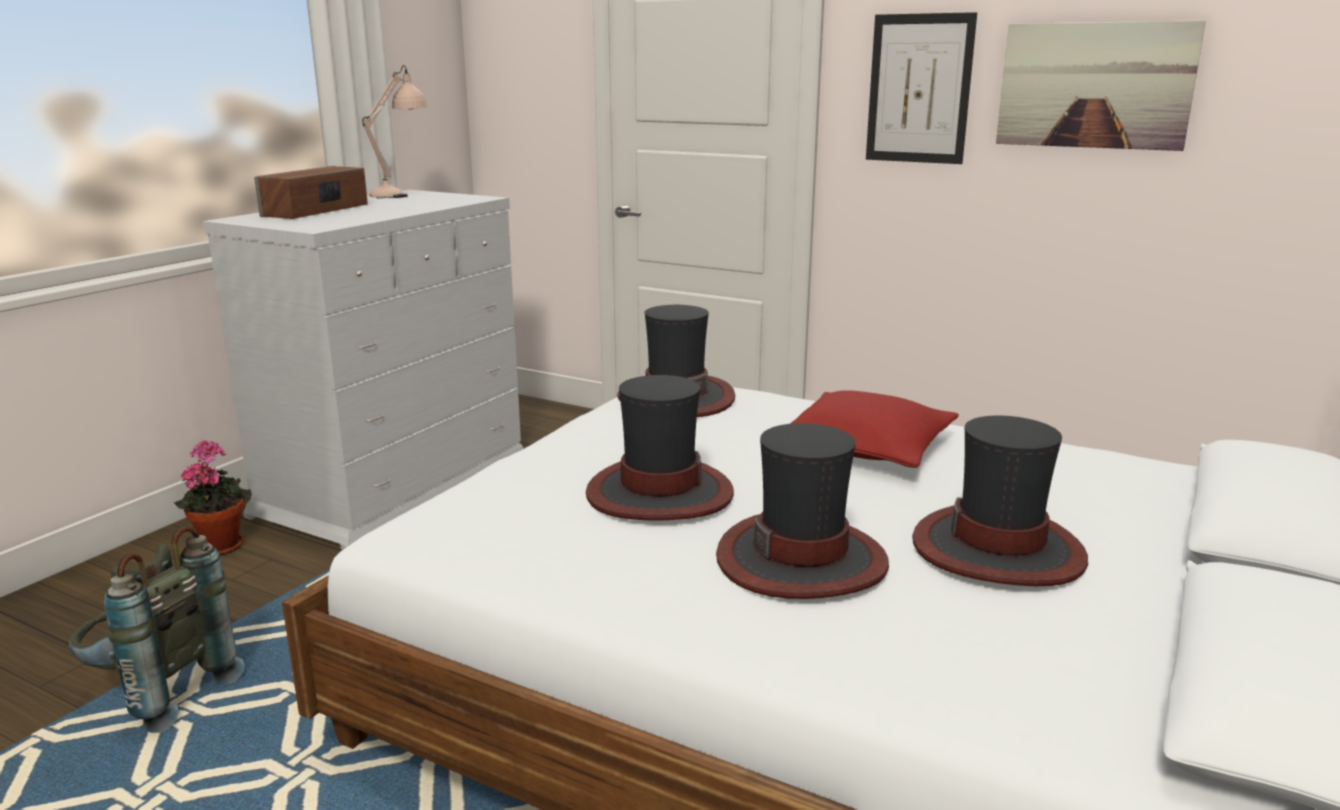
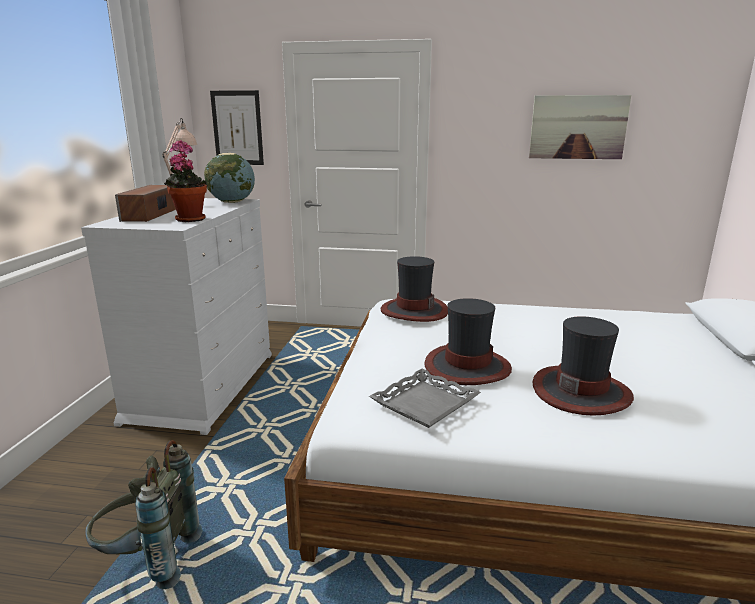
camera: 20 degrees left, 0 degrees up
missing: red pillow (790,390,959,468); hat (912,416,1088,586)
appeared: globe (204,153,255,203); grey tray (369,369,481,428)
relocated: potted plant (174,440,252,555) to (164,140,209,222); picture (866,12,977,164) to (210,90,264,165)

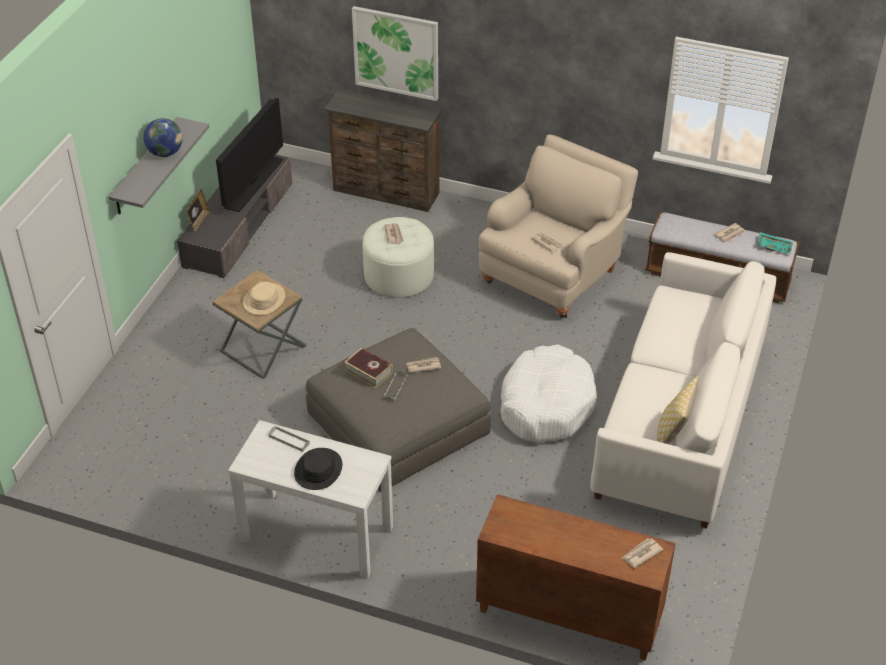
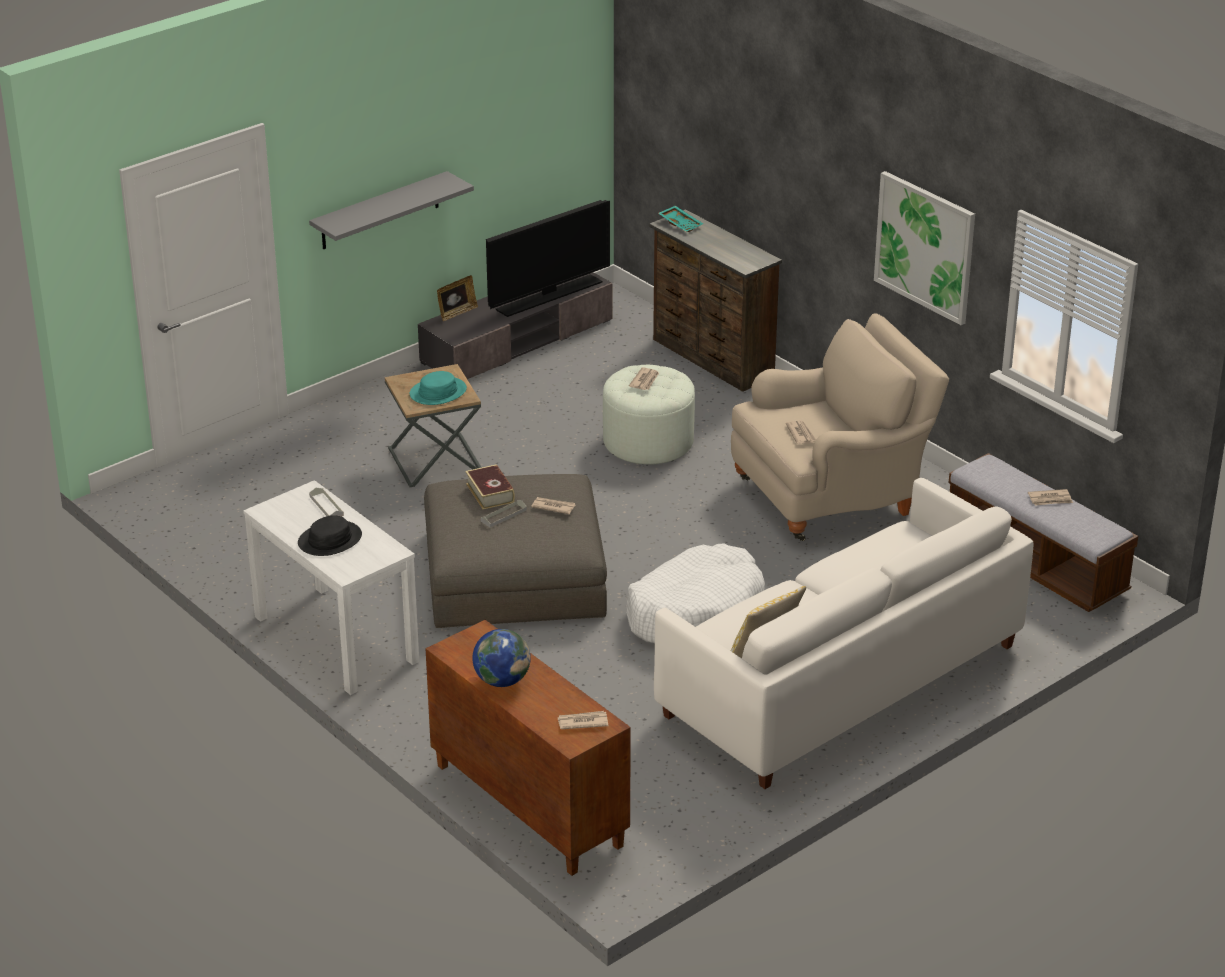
camera: 30 degrees right, 10 degrees down
relocated: globe (143,118,183,157) to (472,629,531,687); picture (352,6,438,101) to (874,171,975,325); turquoise tray (757,232,793,254) to (658,205,703,232)
colour: beige hat (243,282,285,315) to turquoise hat (410,371,467,405)

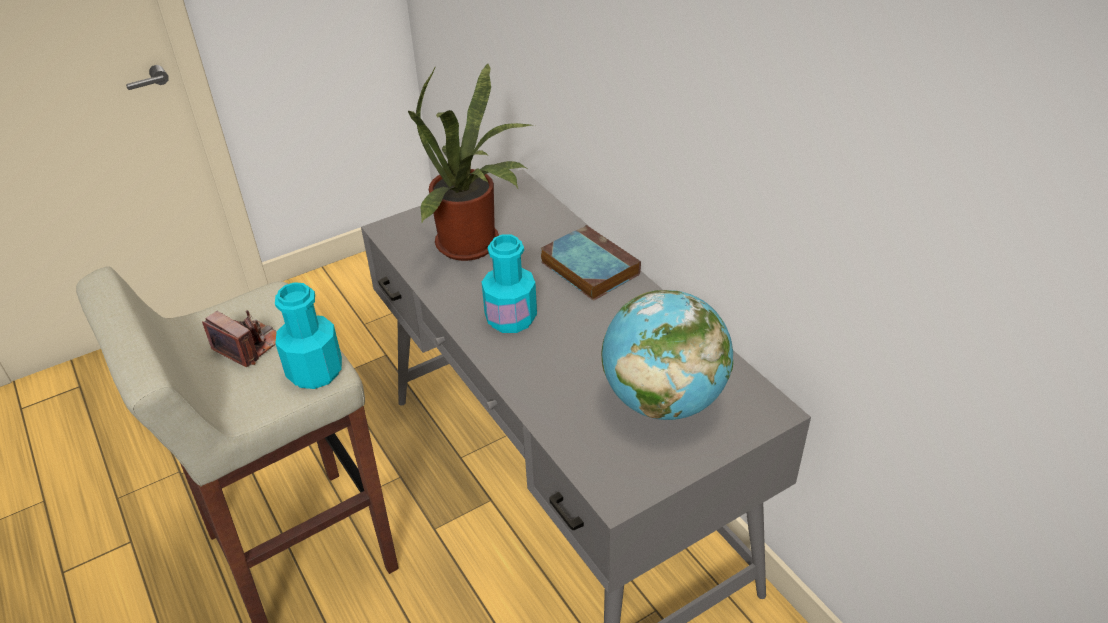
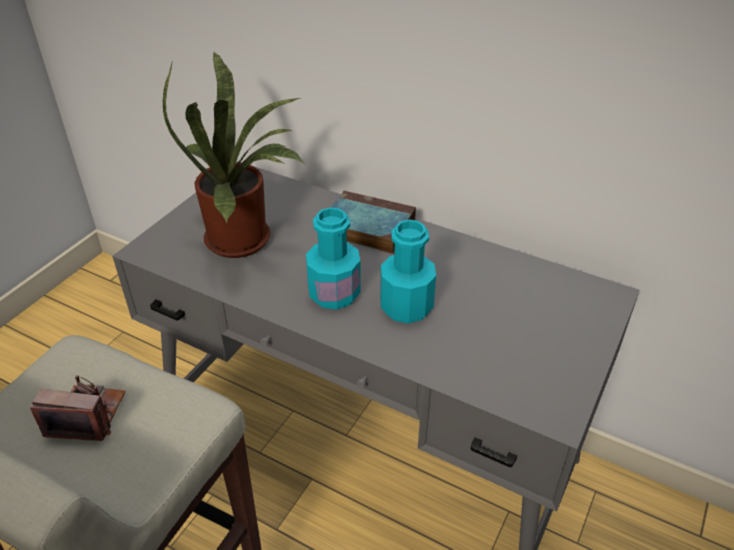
camera: 30 degrees left, 0 degrees up
missing: globe (602,290,733,420)
relocated: turquoise bottle (275,282,342,389) to (380,220,436,323)

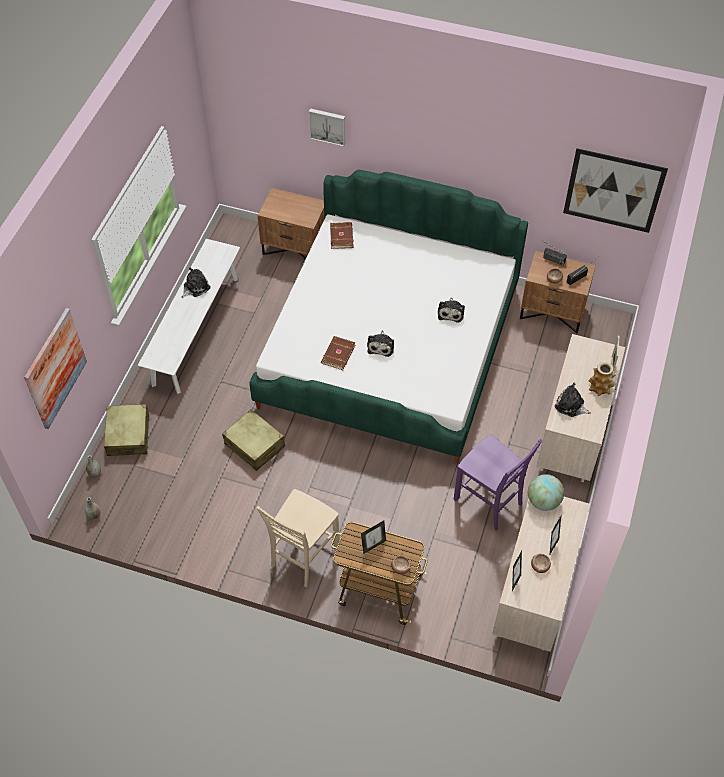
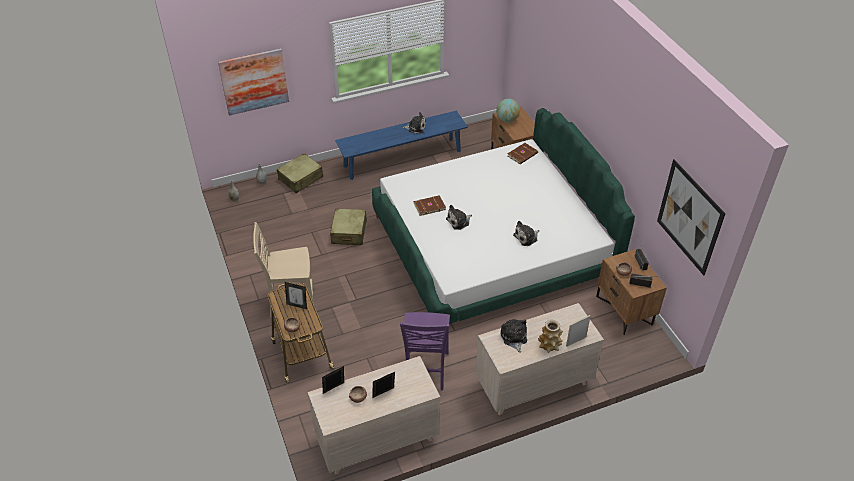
camera: 50 degrees right, 10 degrees down
missing: picture (309,108,345,147)
relocated: globe (528,474,564,511) to (496,99,520,122)
colour: white bench (138,239,240,394) to blue bench (335,111,468,180)

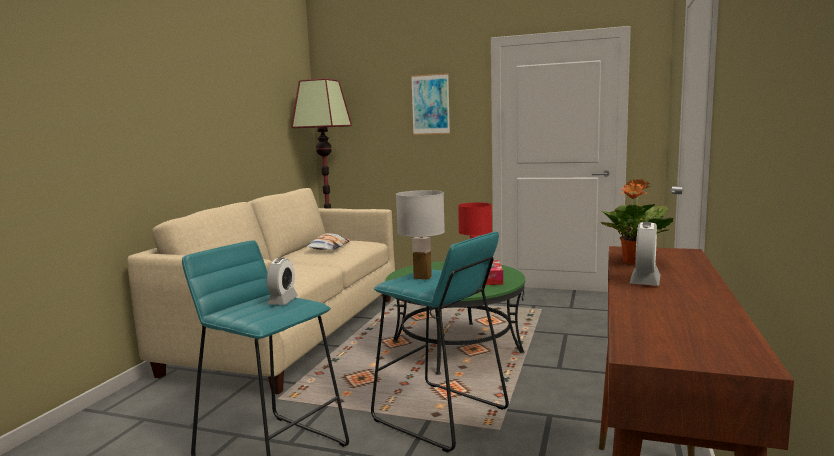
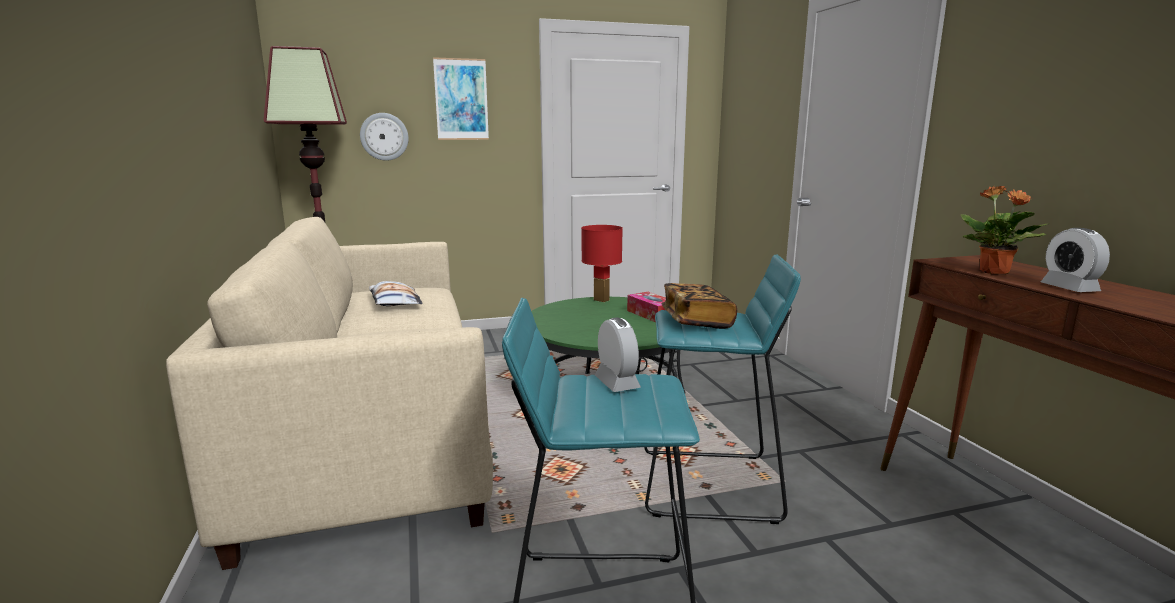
camera: 35 degrees left, 5 degrees up
appeared: wall clock (360,113,409,161)
exchanged: white table lamp (396,190,445,280) to book (662,283,737,329)

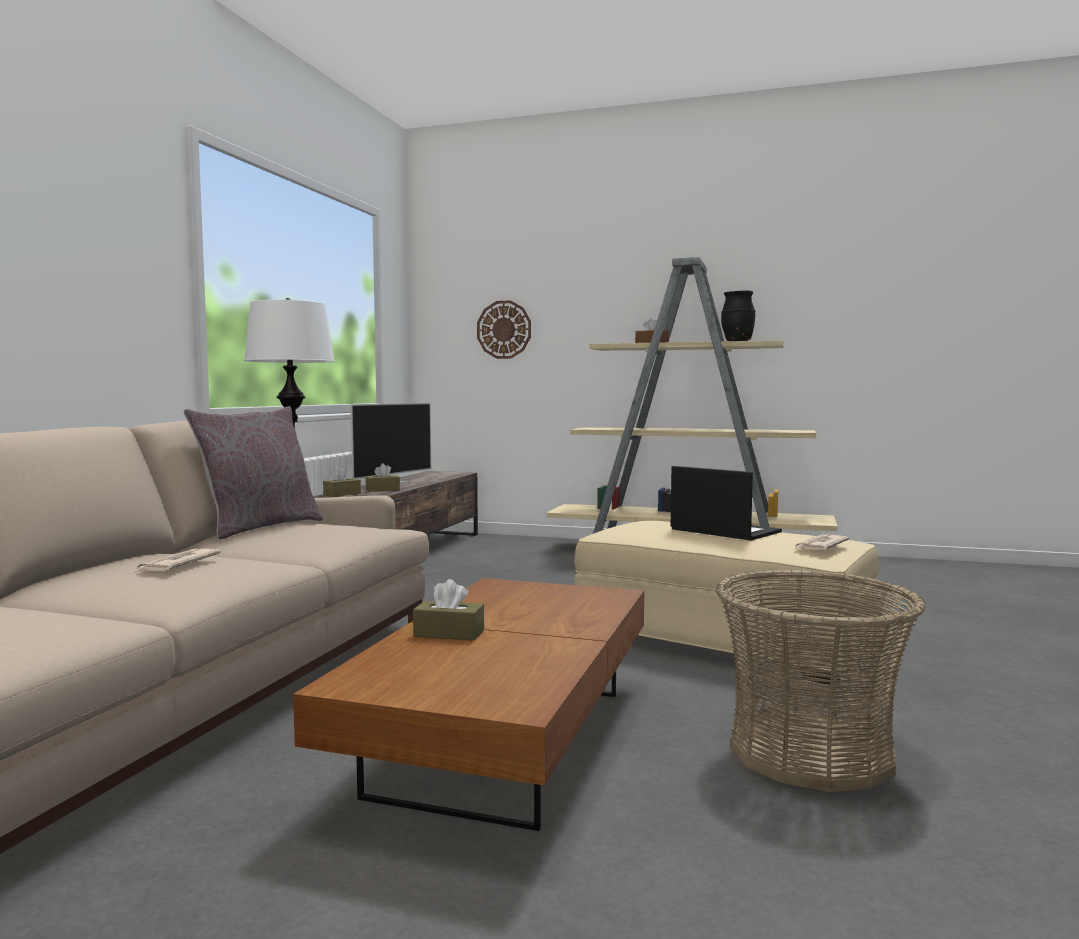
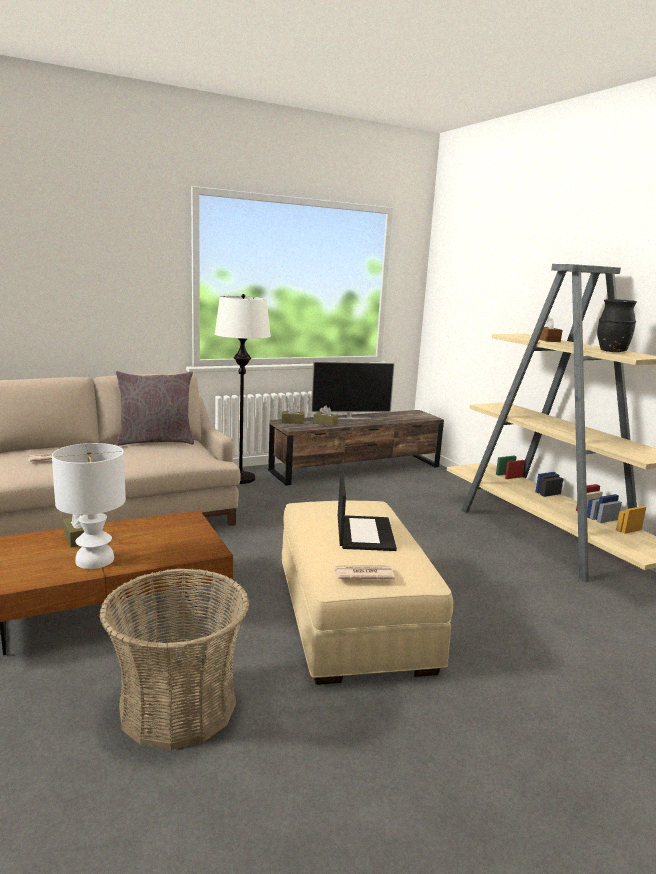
camera: 45 degrees right, 10 degrees up
missing: wall clock (477,300,531,359)
appeared: white table lamp (52,443,126,569)

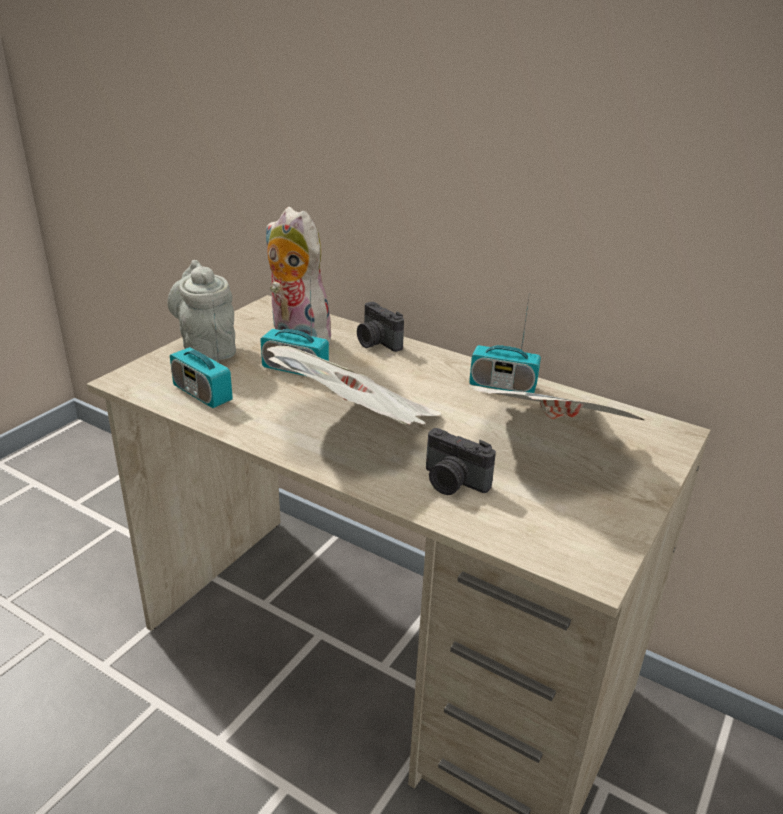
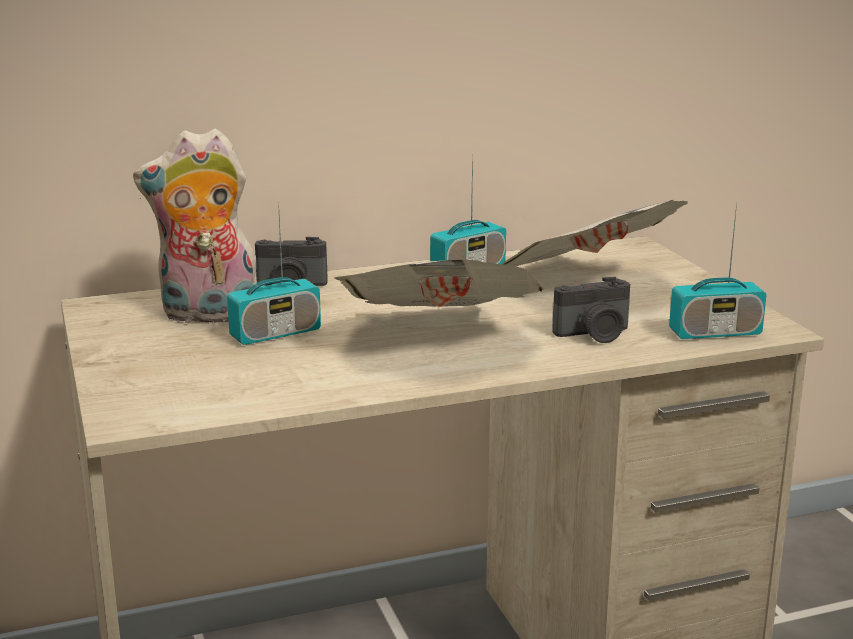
camera: 50 degrees left, 10 degrees down
missing: grey teapot (167,260,236,360)
relocated: radio (170,304,233,408) to (669,202,766,339)

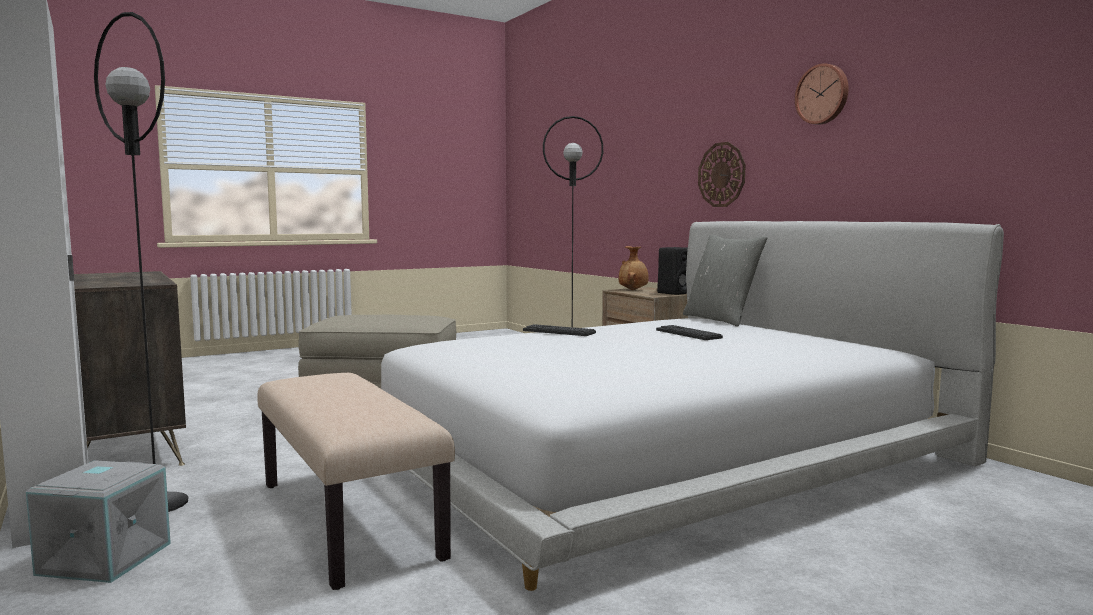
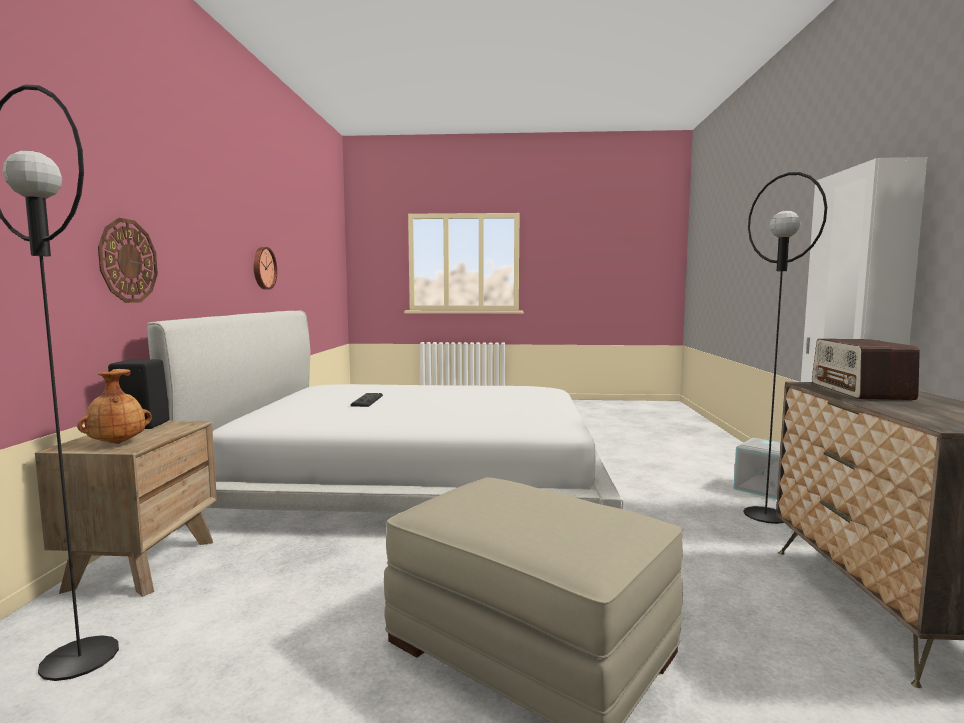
camera: 145 degrees left, 0 degrees up
missing: beige bench (257,373,455,590); keyboard (523,324,596,336); grey pillow (683,235,767,327)
appeared: radio (812,339,920,400)
relocated: wall clock (795,63,849,125) to (253,247,277,289)

